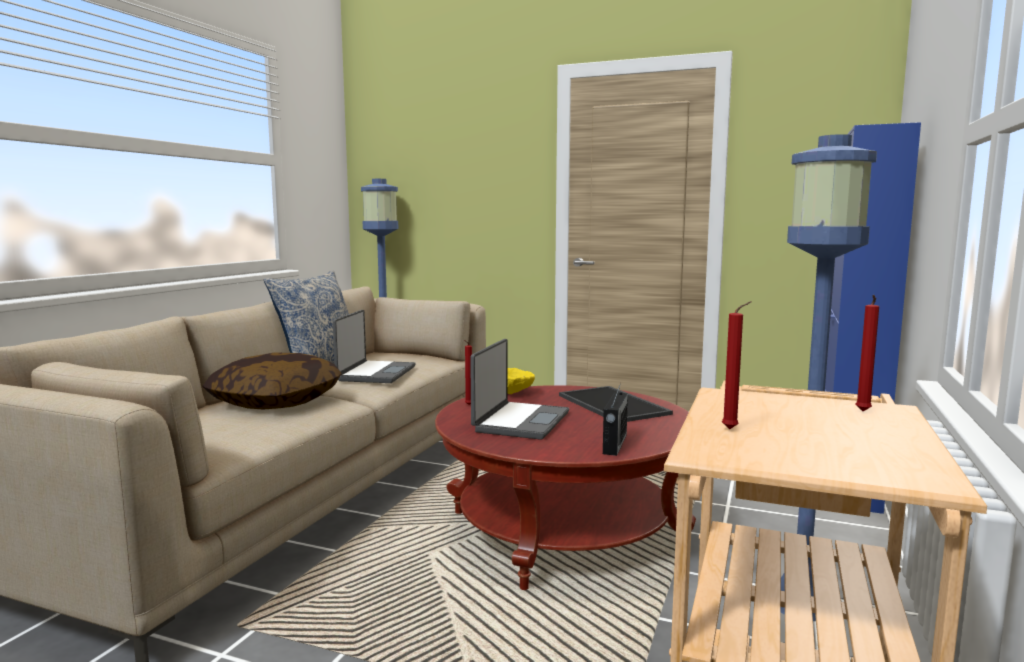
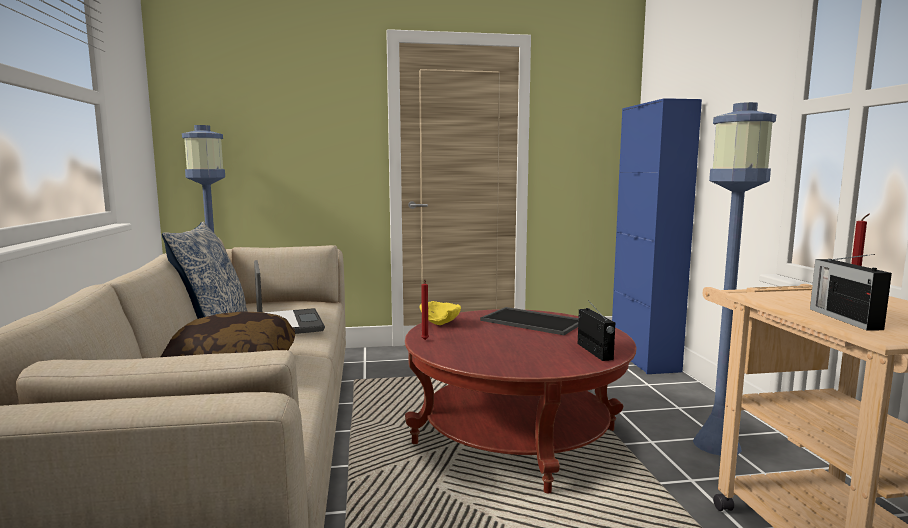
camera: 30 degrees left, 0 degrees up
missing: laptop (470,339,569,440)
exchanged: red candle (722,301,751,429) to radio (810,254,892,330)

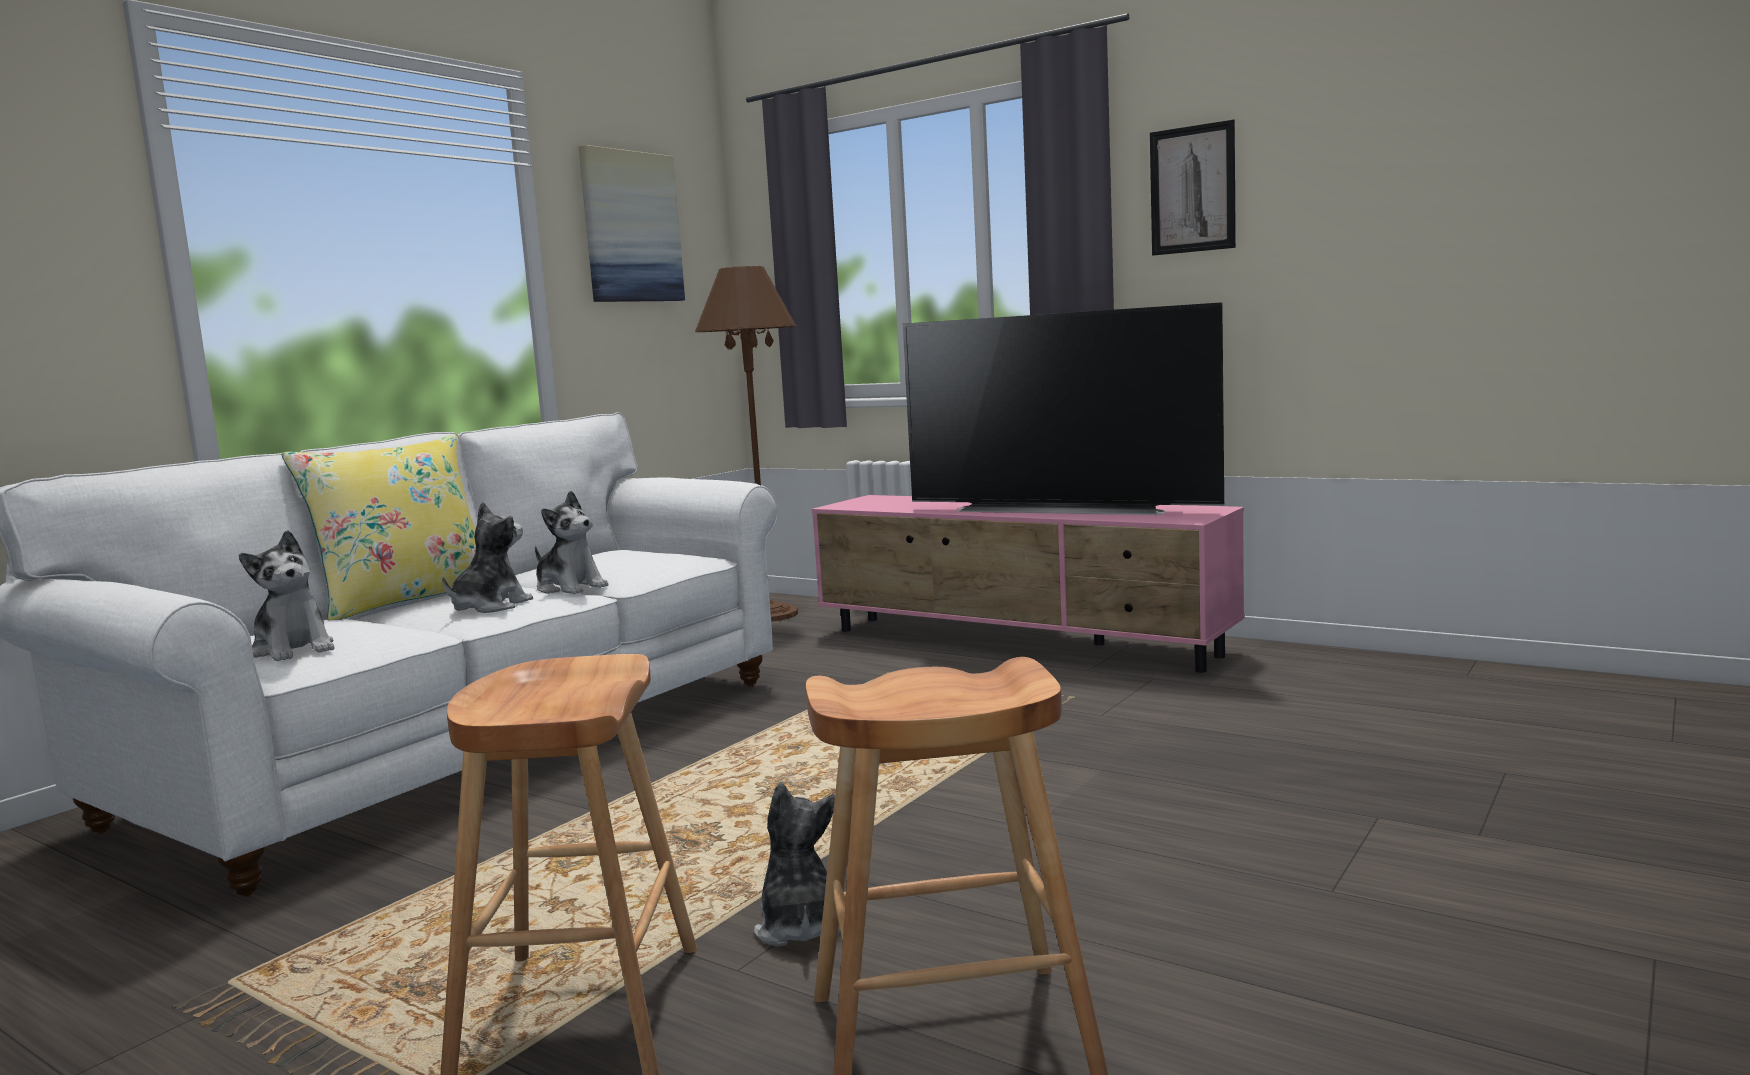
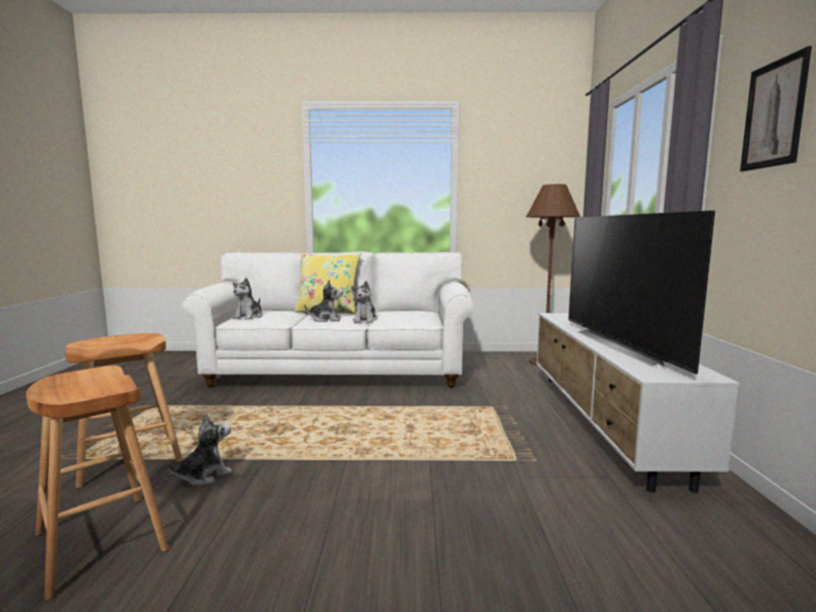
camera: 55 degrees right, 0 degrees up
missing: picture (579,145,685,302)
colour: pink tv stand (812,495,1245,673) to white tv stand (536,313,740,493)

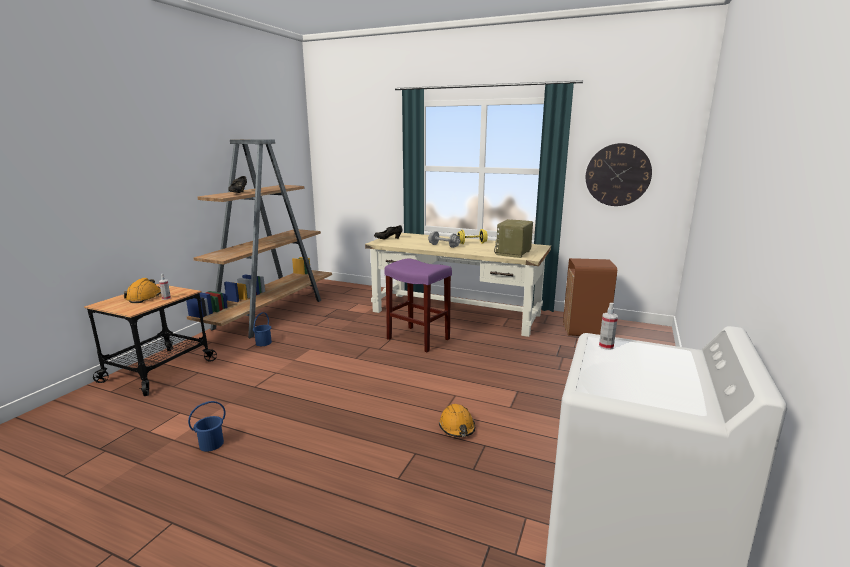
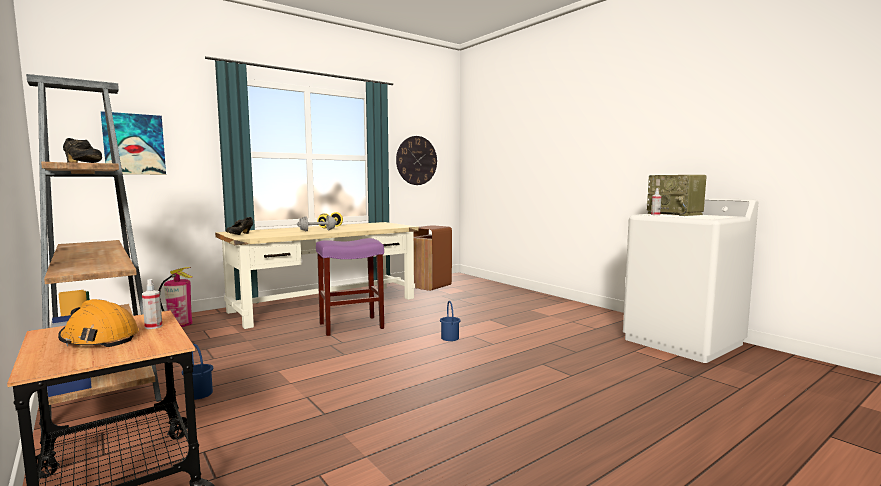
camera: 60 degrees left, 10 degrees down
missing: orange hard hat (439,404,475,437)
appeared: picture (101,111,166,175); fire extinguisher (159,267,193,327)
relocated: blue bucket (188,401,225,452) to (440,301,461,341); radio (494,219,533,258) to (647,175,707,216)

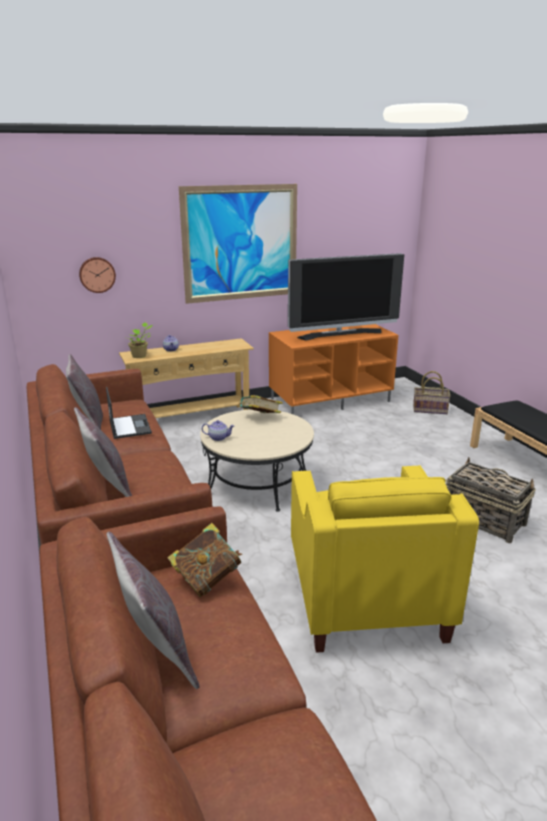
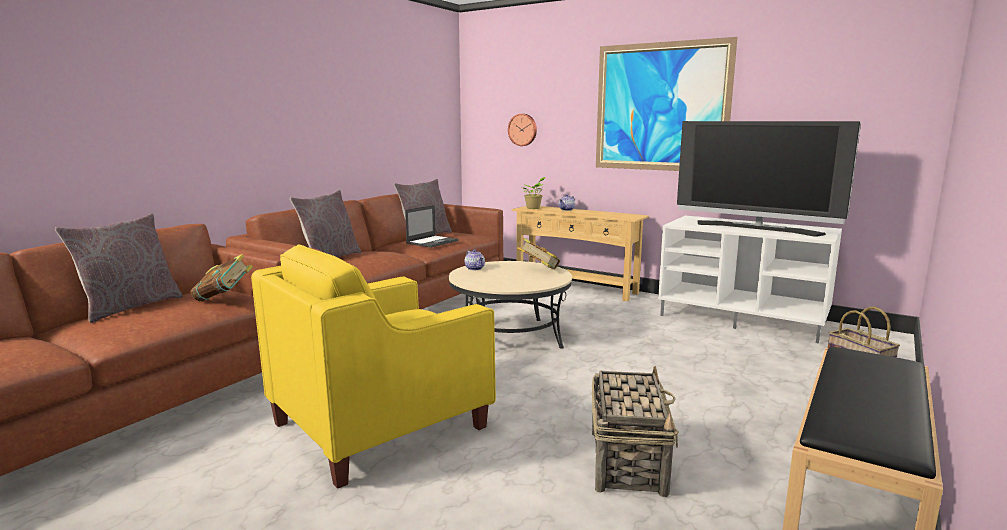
camera: 55 degrees right, 10 degrees down
colour: orange tv stand (269,324,399,415) to white tv stand (658,216,842,343)

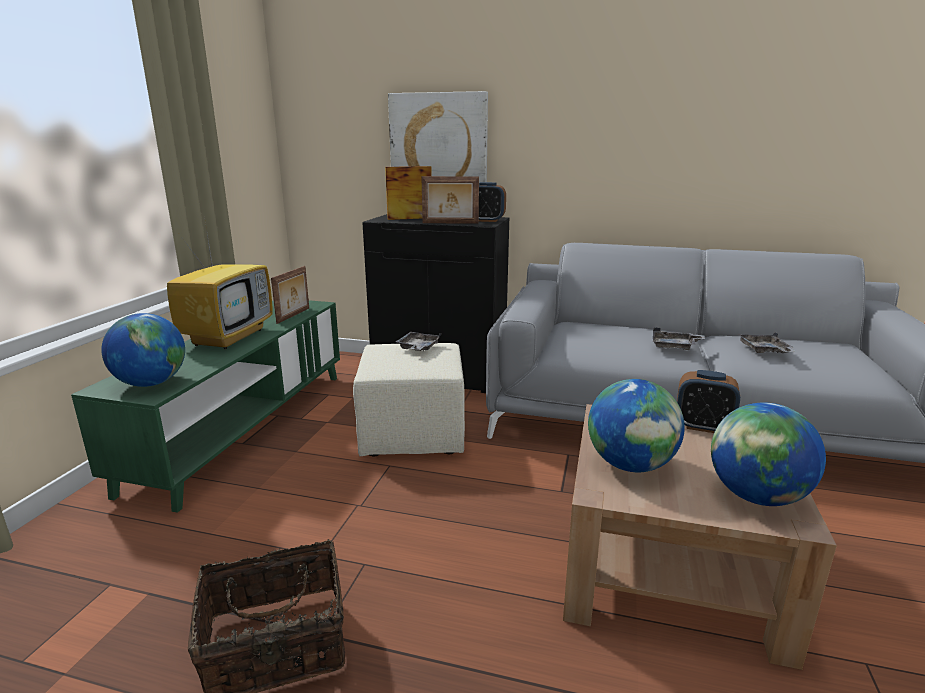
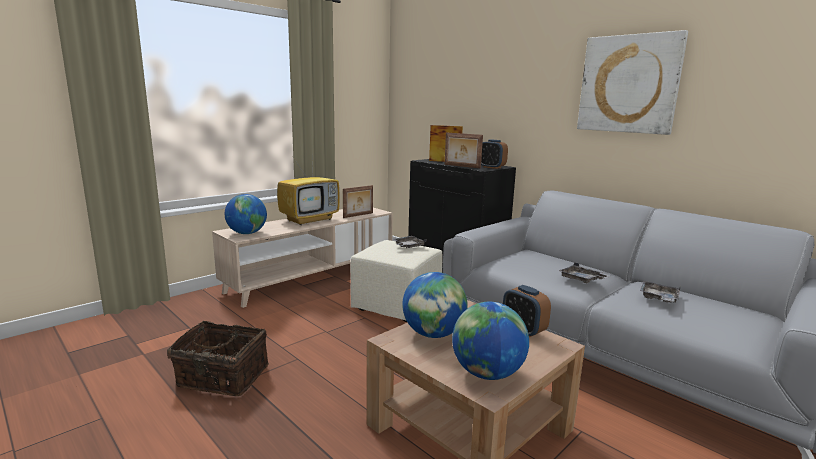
camera: 30 degrees right, 5 degrees down
relocated: picture (388,91,488,183) to (577,30,688,135)
colour: green tv stand (71,300,340,513) to beige tv stand (212,208,393,308)

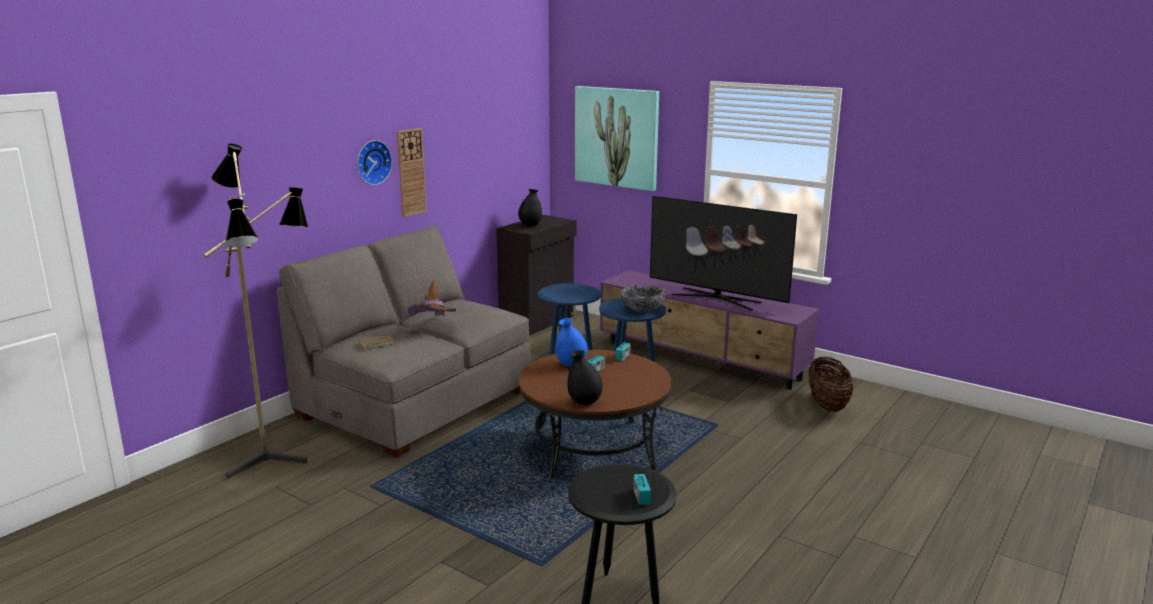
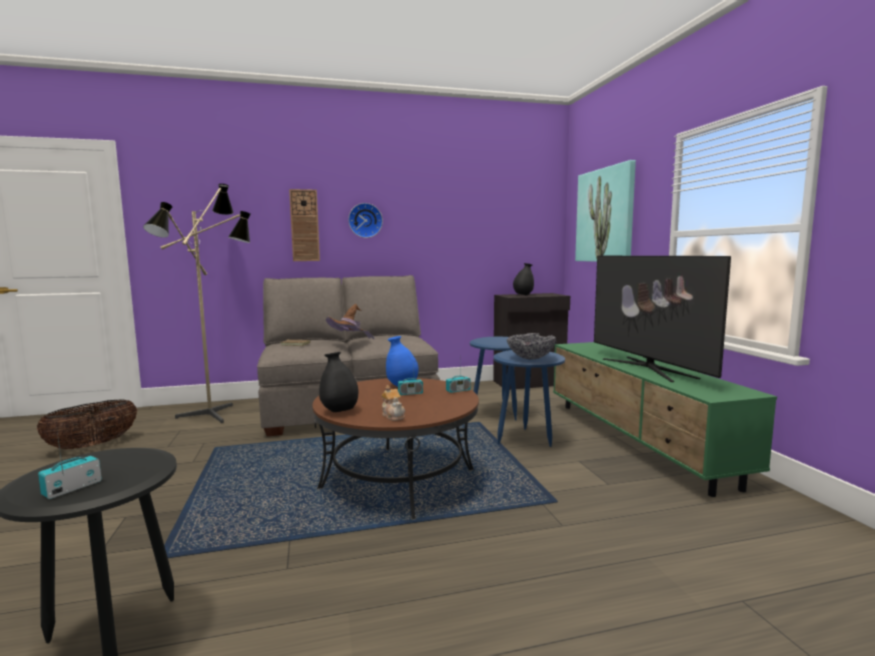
camera: 40 degrees right, 10 degrees down
appeared: teapot (381,385,405,421)
relocated: wall clock (397,128,427,217) to (289,189,320,261); basket (809,357,853,412) to (36,399,138,449)
colour: purple tv stand (600,270,819,390) to green tv stand (553,342,777,497)

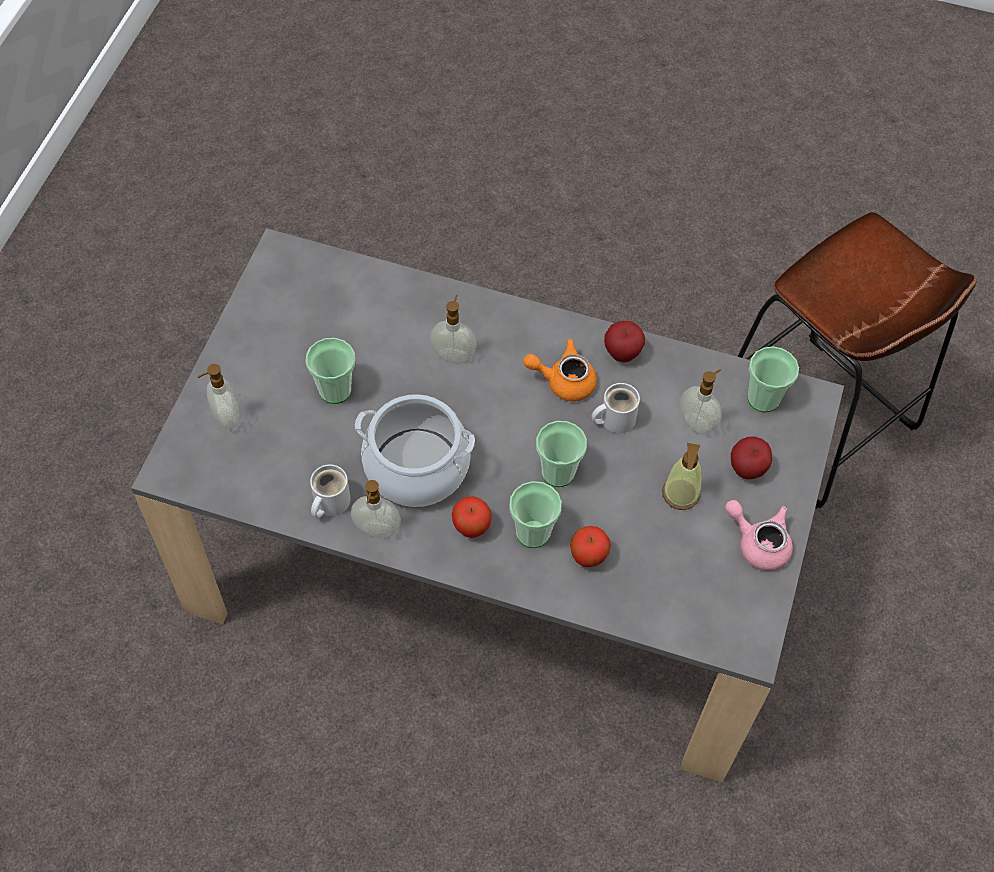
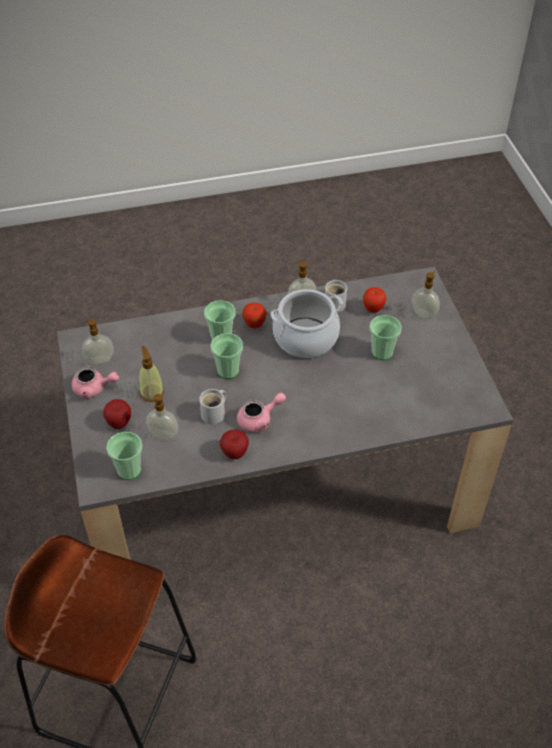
camera: 150 degrees right, 10 degrees down
relocated: soap dispenser (430,295,476,363) to (82,319,113,365); apple (570,526,611,567) to (363,287,386,313)
colour: orange teapot (523,338,597,401) to pink teapot (237,393,286,433)

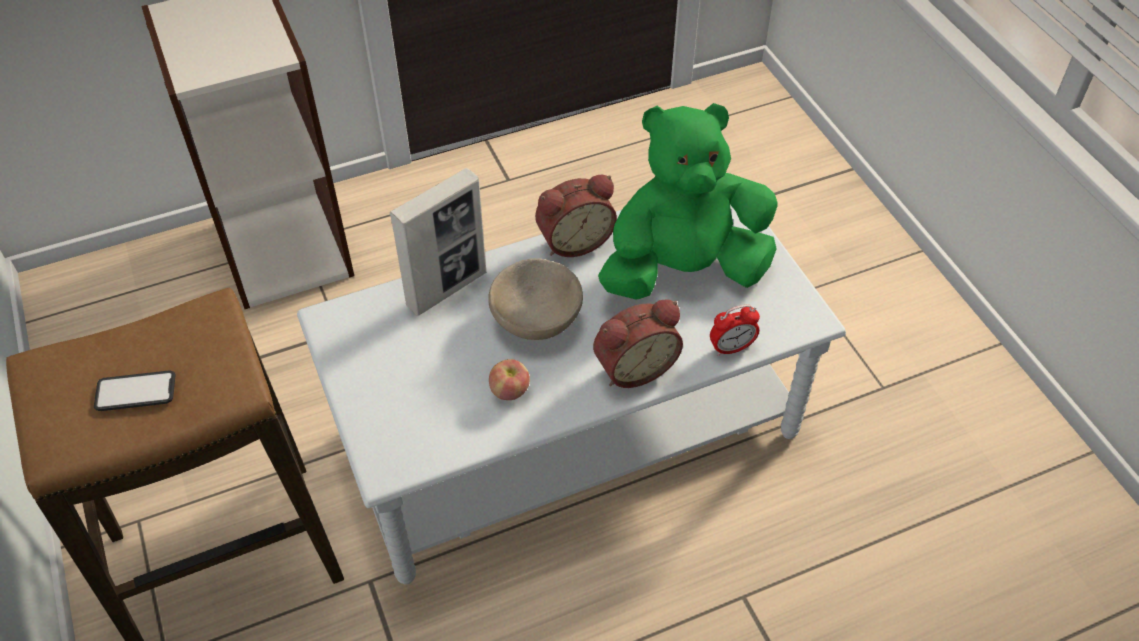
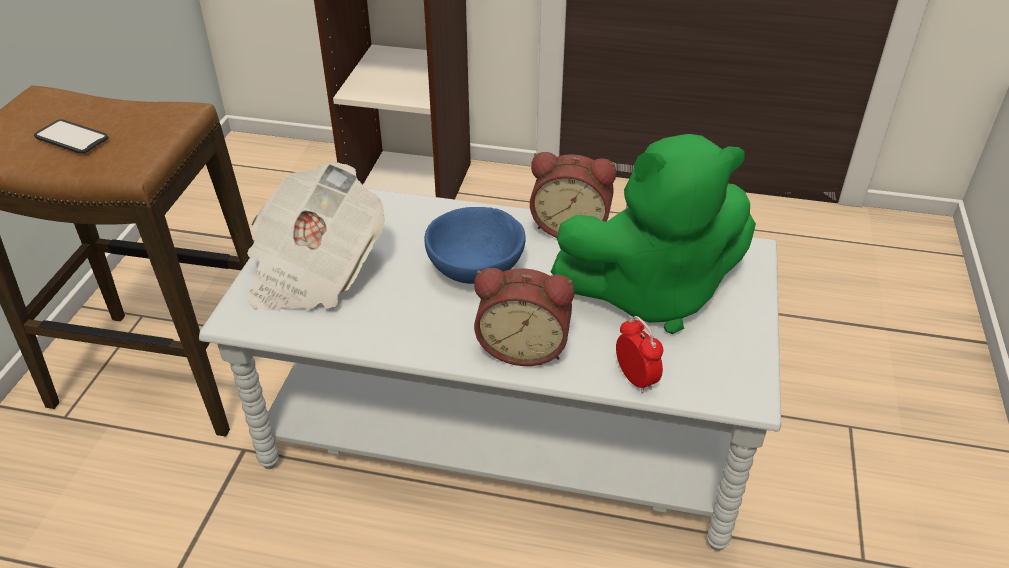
camera: 35 degrees right, 10 degrees down
missing: picture frame (390,168,486,316); apple (489,359,530,400)
appeared: newspaper (247,162,385,311)
colour: beige bowl (488,258,583,340) to blue bowl (425,207,526,284)
spun: green plush toy (598,103,778,299) = (551,134,756,334) 150 degrees clockwise; alarm clock (710,305,760,356) = (616,316,663,394) 135 degrees counterclockwise

